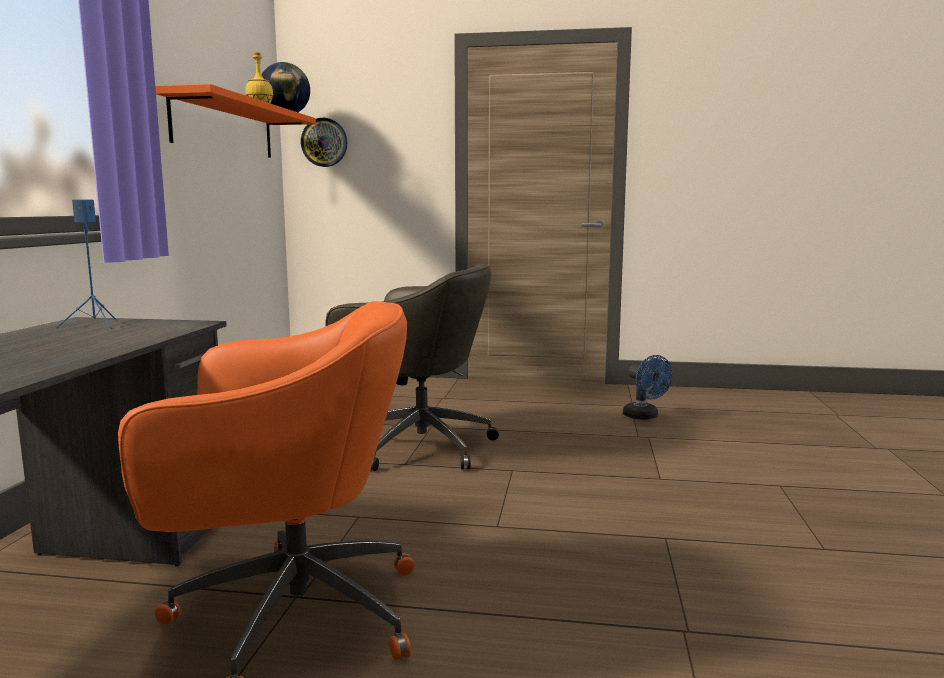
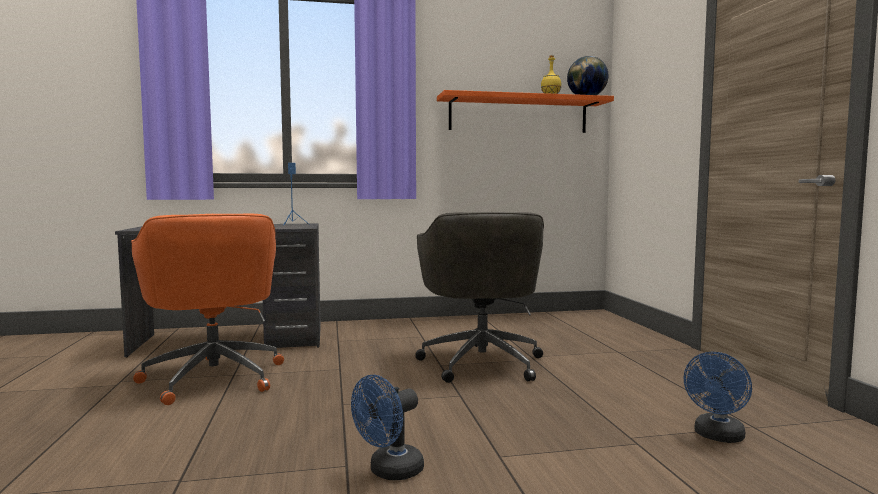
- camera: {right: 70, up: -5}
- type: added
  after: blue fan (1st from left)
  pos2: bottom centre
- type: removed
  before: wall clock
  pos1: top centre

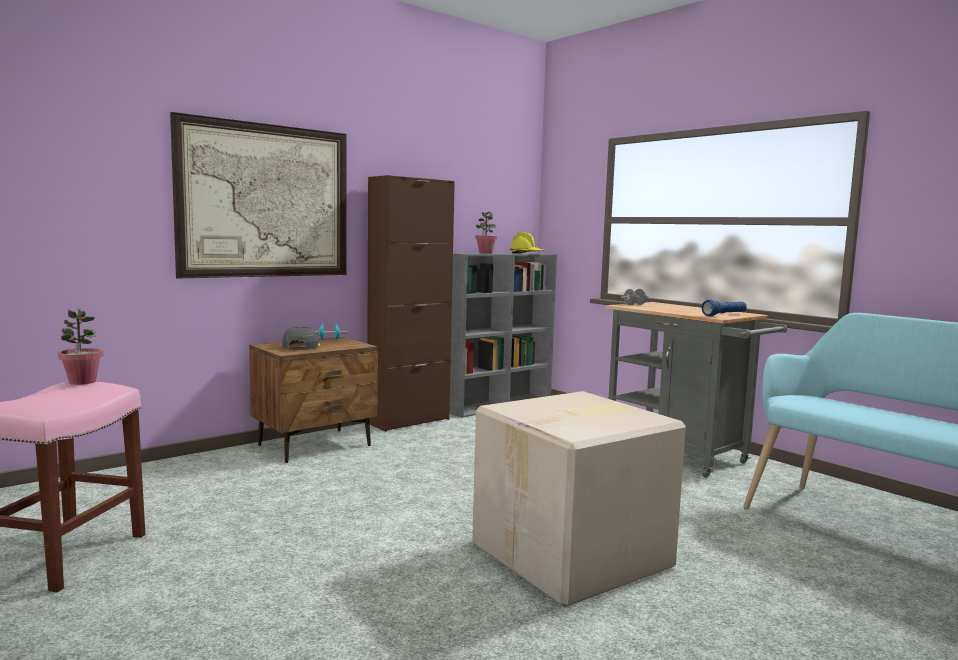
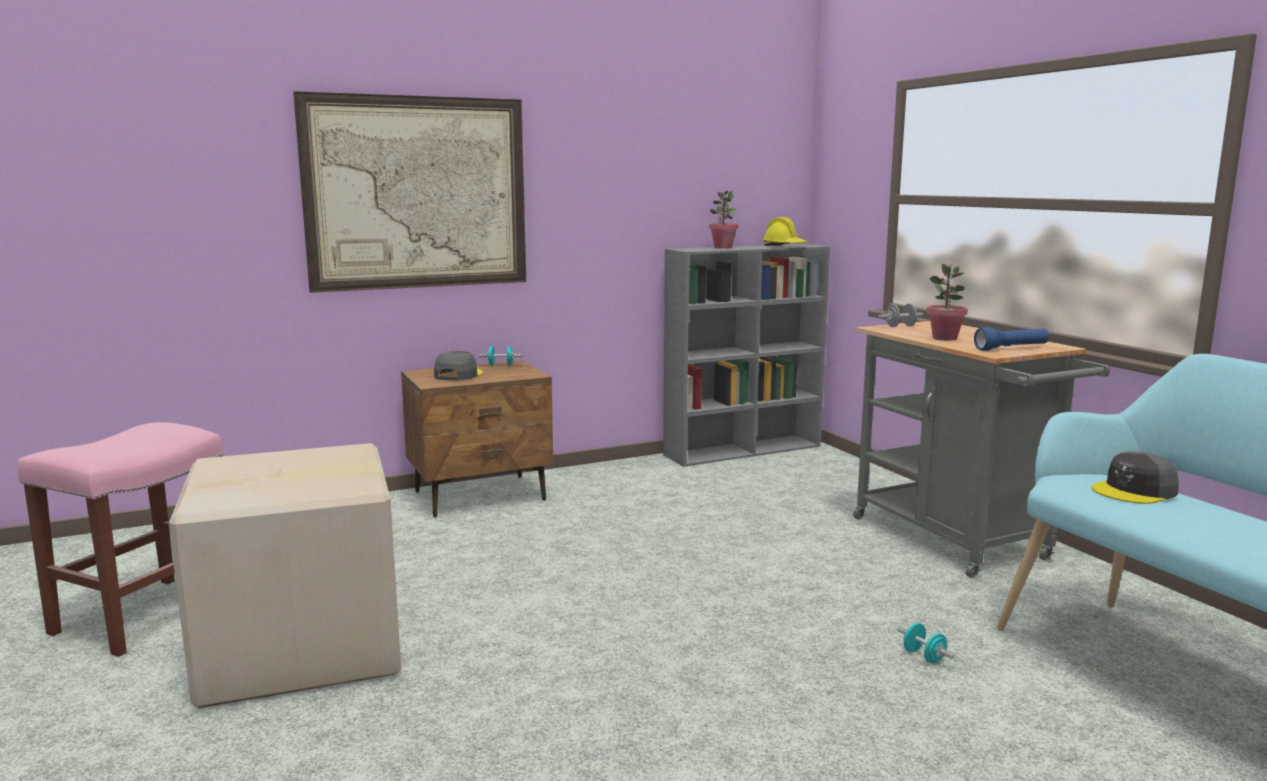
- camera: {right: 15, up: 5}
- type: moved
  before: cardboard box
  pos1: bottom centre
  pos2: bottom left
- type: added
  after: turquoise dumbbell (2nd from left)
  pos2: bottom right
- type: moved
  before: potted plant (1st from left in the first image)
  after: potted plant (2nd from left)
  pos1: middle left
  pos2: middle right
- type: added
  after: grey cap (2nd from left)
  pos2: middle right
- type: removed
  before: brown cabinet
  pos1: centre

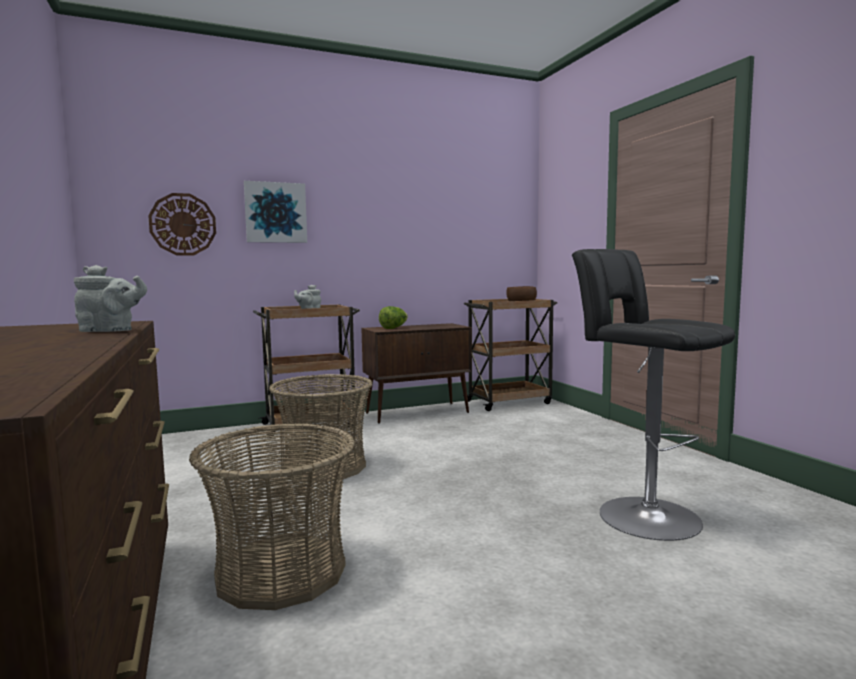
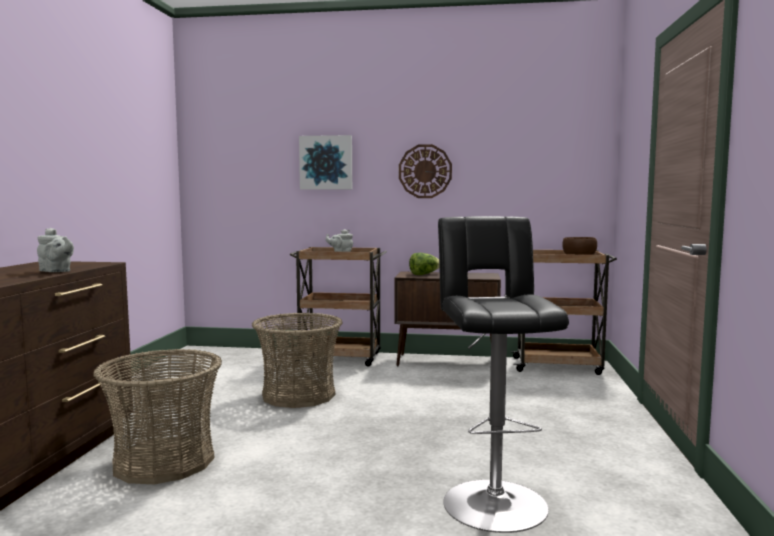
- camera: {right: 30, up: 0}
- type: moved
  before: wall clock
  pos1: top left
  pos2: top centre

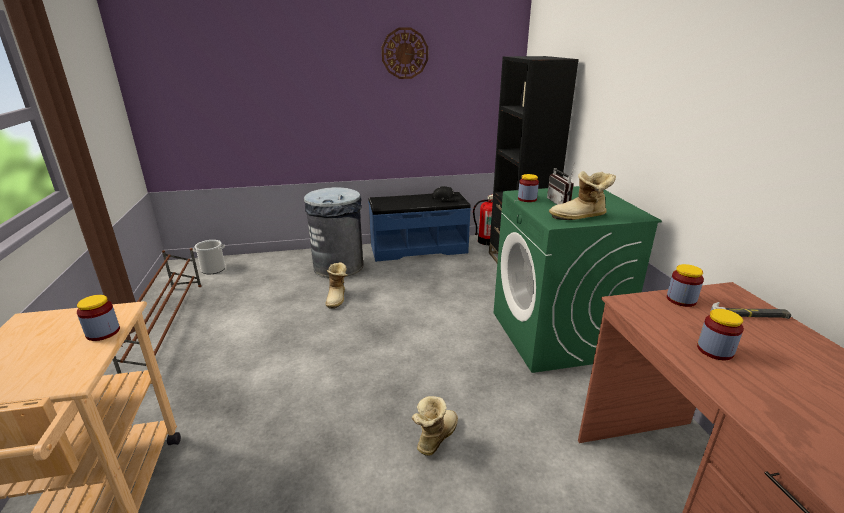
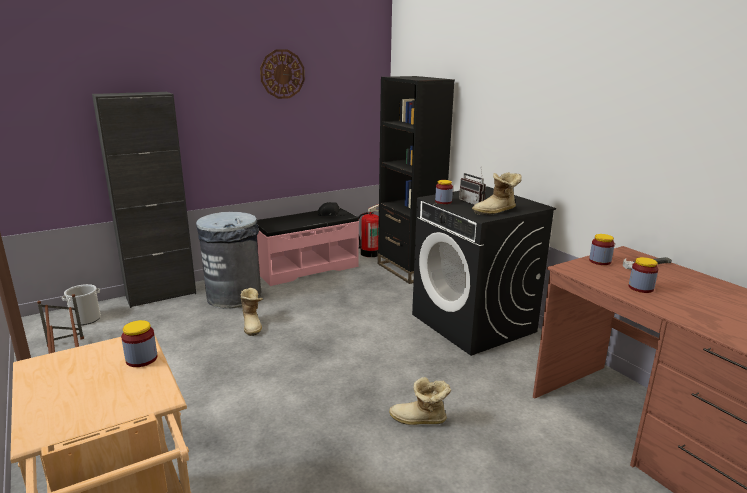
- camera: {right: -20, up: -5}
- type: added
  after: black cabinet
  pos2: middle left
- type: recoloured
  before: blue bench
  after: pink bench
  pos1: centre
  pos2: centre
- type: turned
  before: boot (2nd from left)
  pos1: bottom centre
  pos2: bottom centre
  turn: -90
- type: recoloured
  before: green washing machine
  after: black washing machine
  pos1: middle right
  pos2: centre

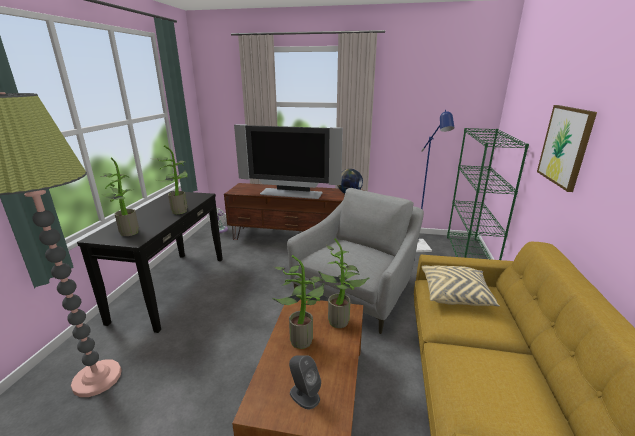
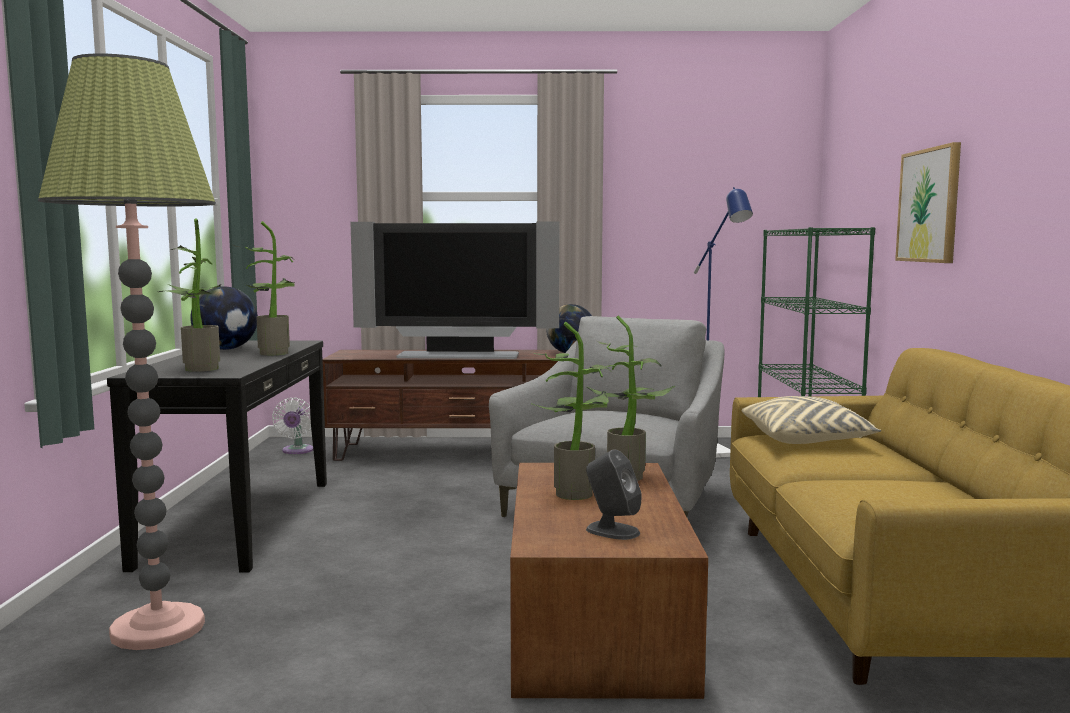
- camera: {right: -10, up: -15}
- type: added
  after: globe (1st from left)
  pos2: middle left

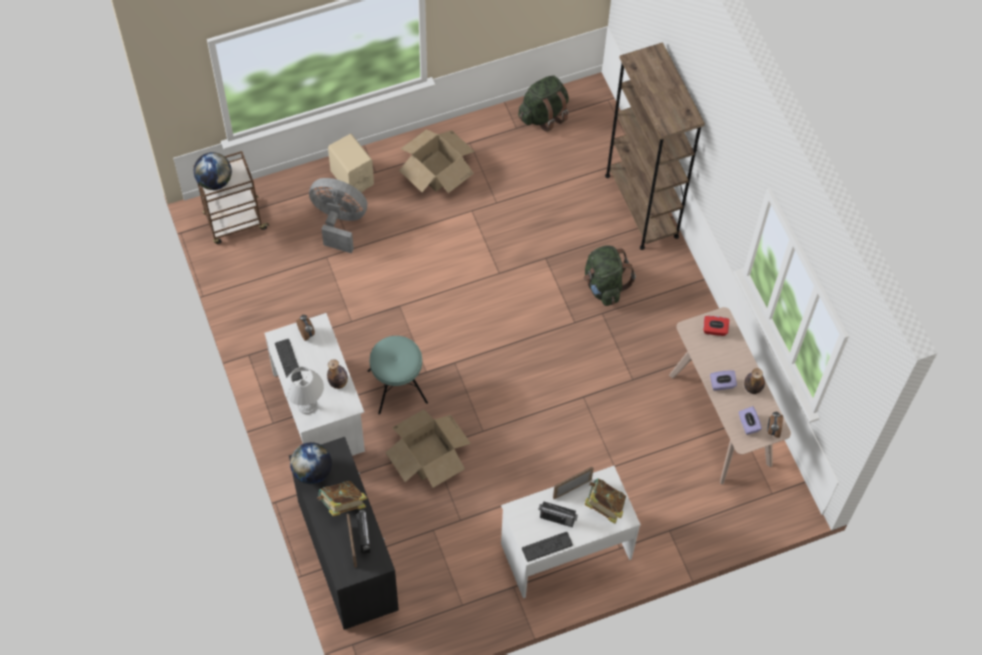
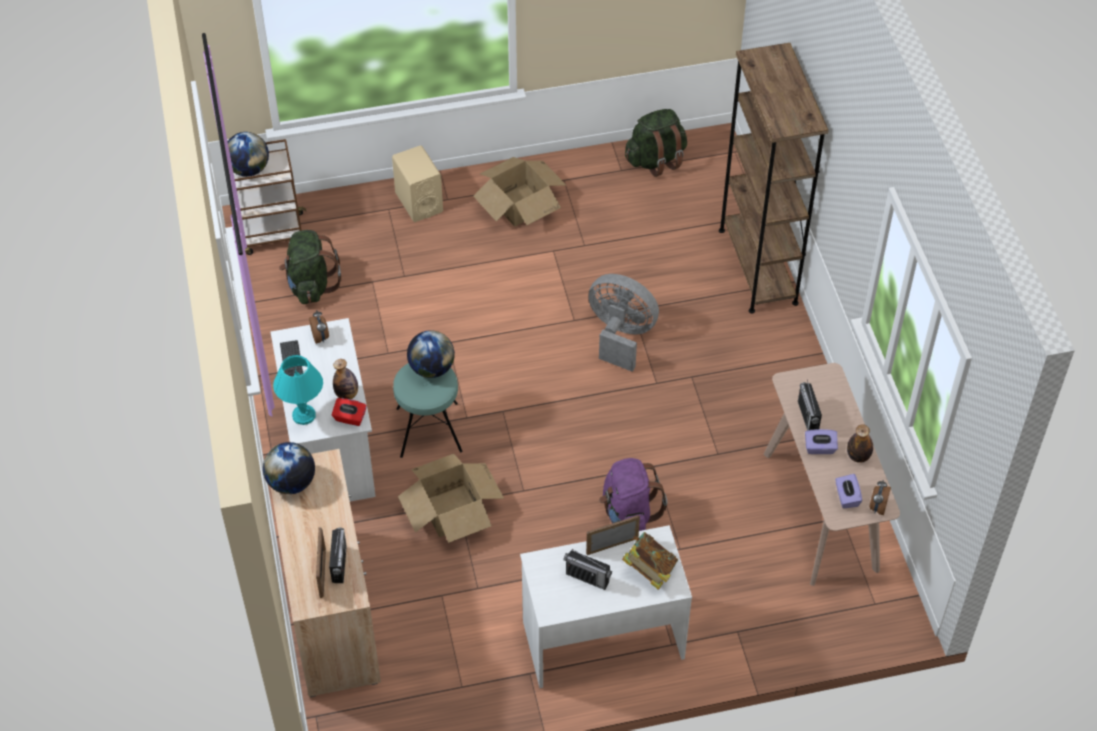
- camera: {right: 10, up: -10}
- type: recoloured
  before: black cabinet
  after: beige cabinet
  pos1: bottom centre
  pos2: bottom left
- type: recoloured
  before: white table lamp
  after: turquoise table lamp
  pos1: middle left
  pos2: middle left
- type: moved
  before: green backpack (2nd from left in the first image)
  after: green backpack (1st from left)
  pos1: centre
  pos2: middle left
- type: moved
  before: red tissue box
  pos1: middle right
  pos2: middle left
- type: added
  after: globe (3rd from left)
  pos2: centre
- type: moved
  before: grey fan
  pos1: top centre
  pos2: centre
- type: added
  after: purple backpack
  pos2: bottom centre
- type: added
  after: radio (3rd from left)
  pos2: middle right
- type: removed
  before: book (1st from left)
  pos1: bottom centre
- type: removed
  before: keyboard (2nd from left)
  pos1: bottom centre

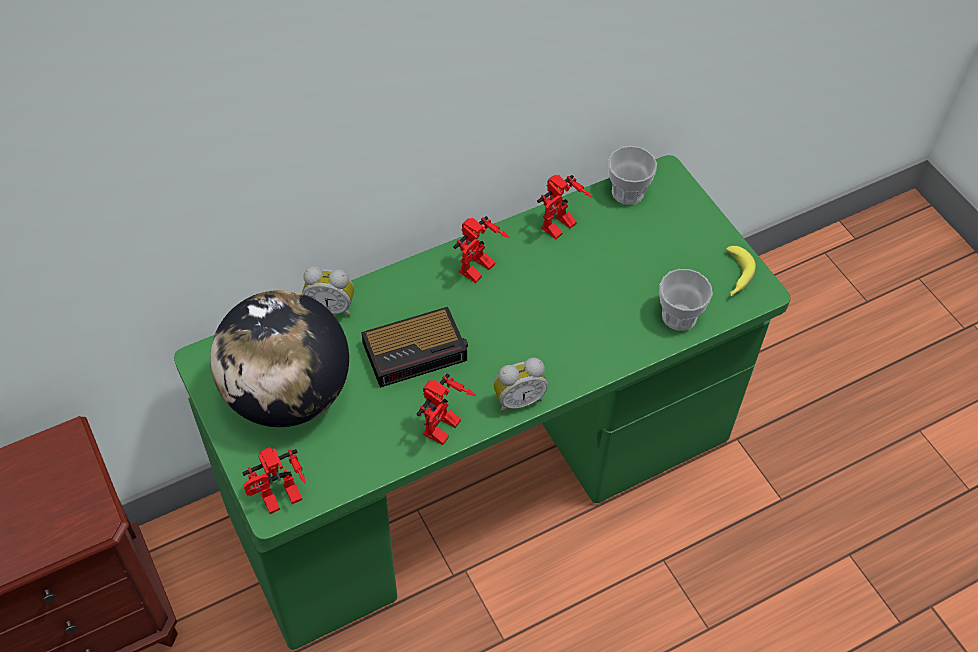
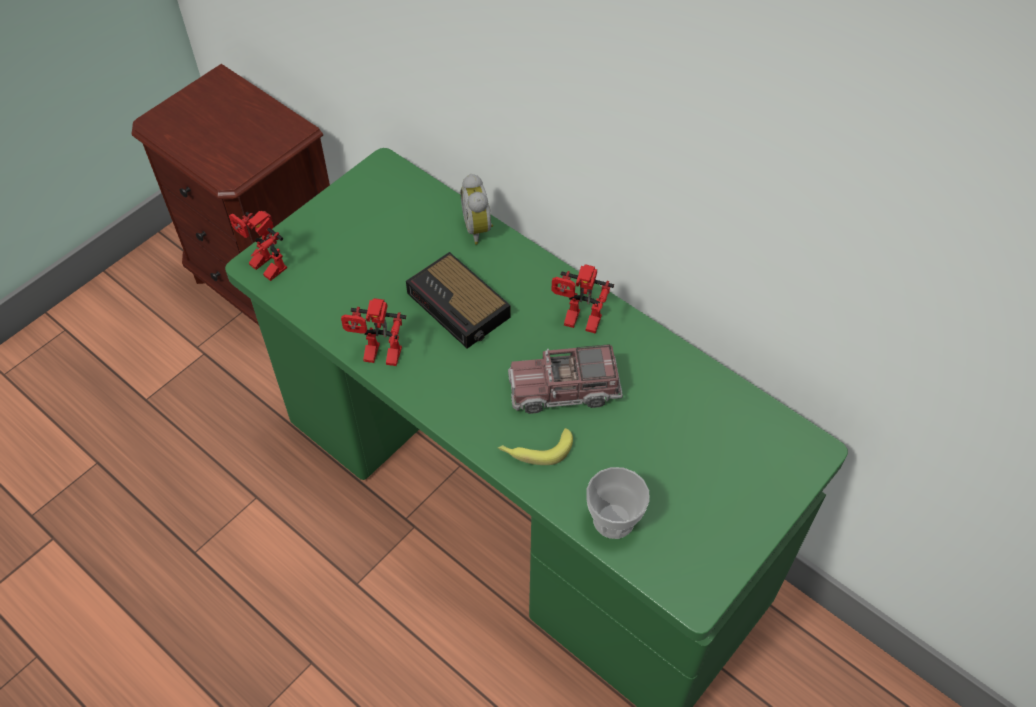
- camera: {right: 70, up: 0}
- type: moved
  before: banana
  pos1: middle right
  pos2: centre
- type: added
  after: toy truck
  pos2: centre
- type: removed
  before: globe
  pos1: middle left
- type: removed
  before: alarm clock (3rd from left)
  pos1: centre
- type: removed
  before: toy robot (4th from left)
  pos1: top centre
- type: removed
  before: cup (1st from left)
  pos1: top centre

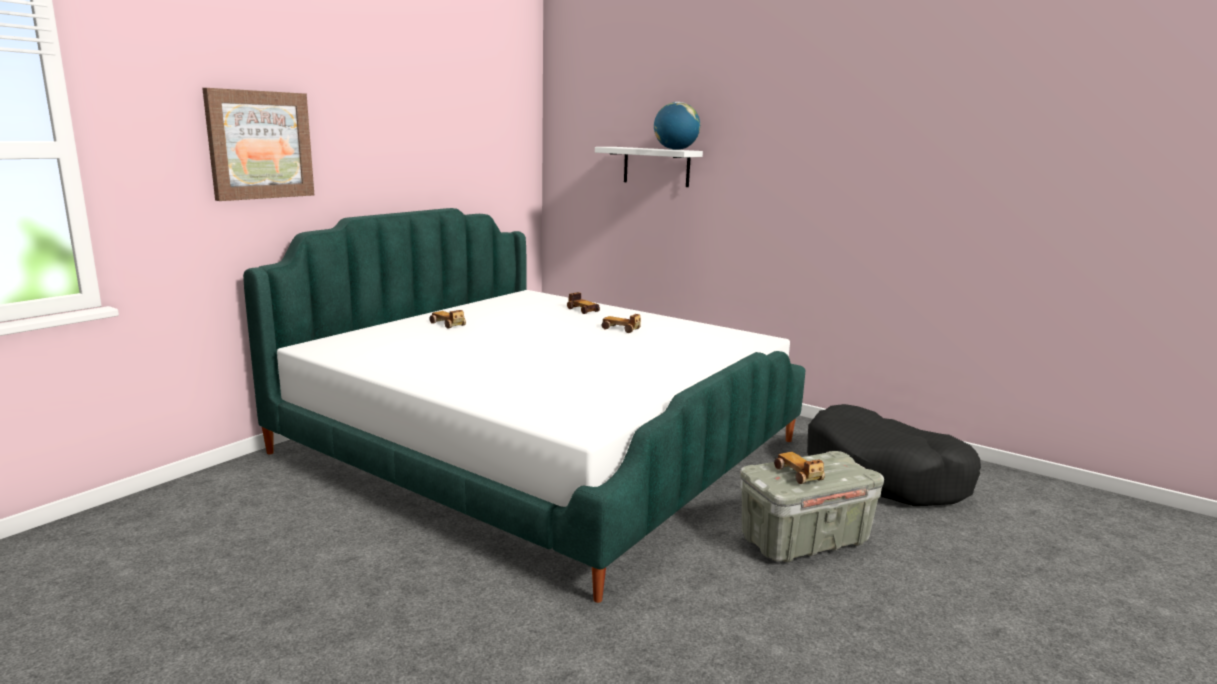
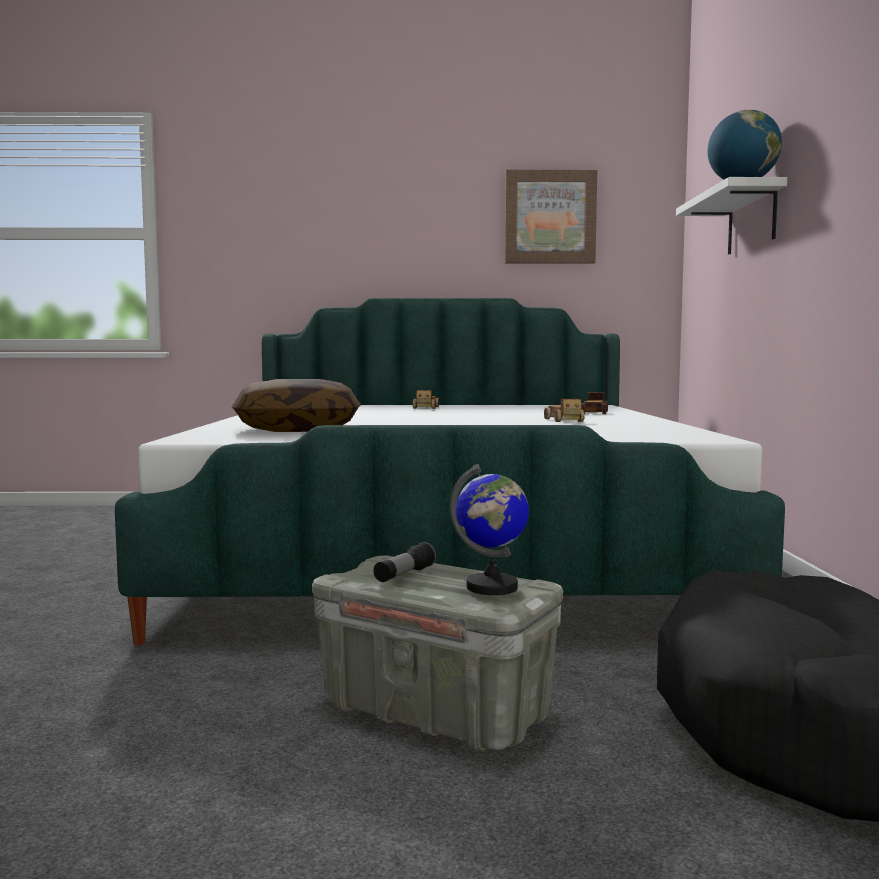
- camera: {right: 55, up: -10}
- type: added
  after: pillow
  pos2: centre
- type: replaced
  before: toy car (4th from left)
  after: flashlight
  pos1: bottom centre
  pos2: centre
- type: added
  after: globe (1st from left)
  pos2: centre
- type: moved
  before: picture
  pos1: top left
  pos2: top centre

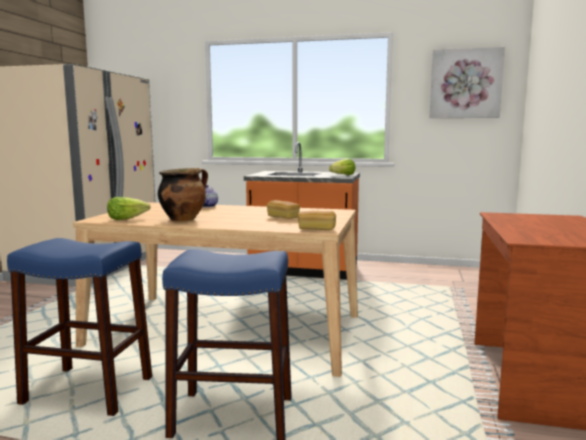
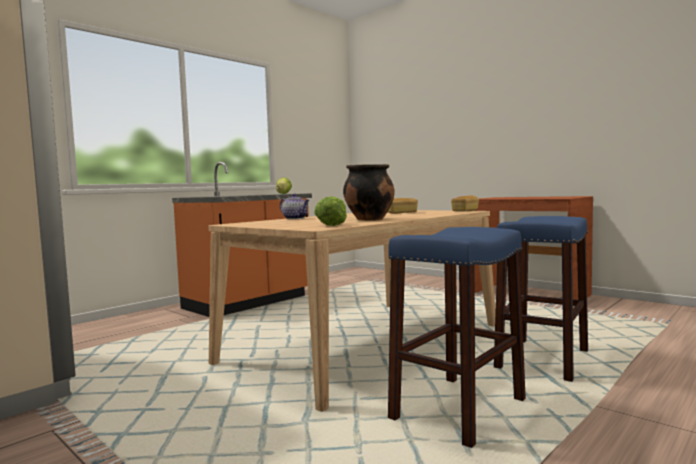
- camera: {right: -60, up: -5}
- type: removed
  before: picture
  pos1: top right

